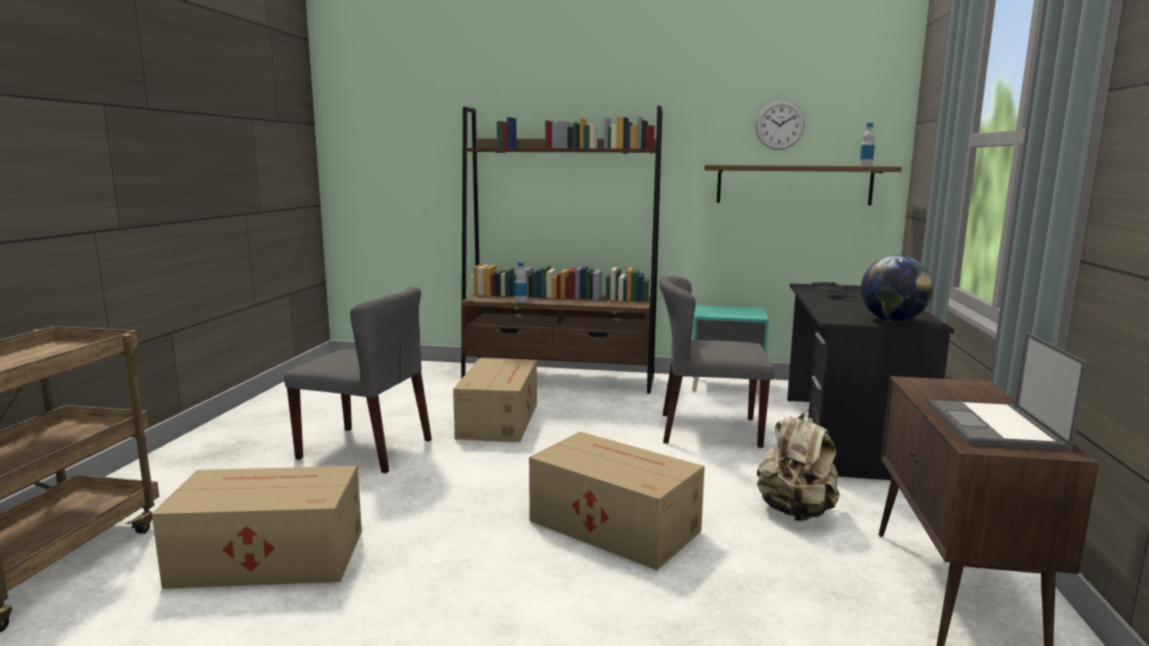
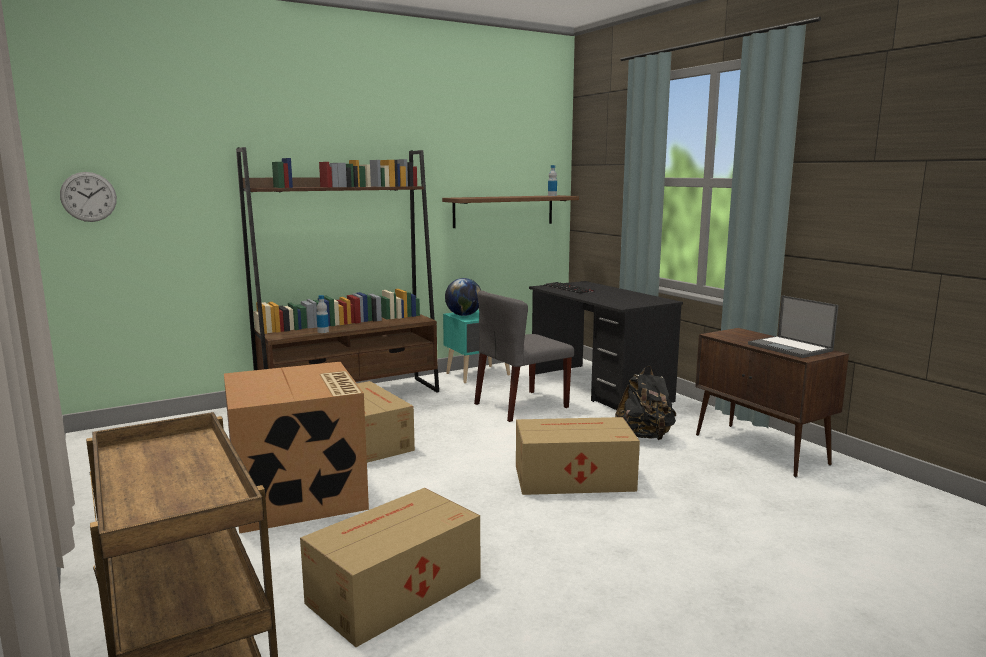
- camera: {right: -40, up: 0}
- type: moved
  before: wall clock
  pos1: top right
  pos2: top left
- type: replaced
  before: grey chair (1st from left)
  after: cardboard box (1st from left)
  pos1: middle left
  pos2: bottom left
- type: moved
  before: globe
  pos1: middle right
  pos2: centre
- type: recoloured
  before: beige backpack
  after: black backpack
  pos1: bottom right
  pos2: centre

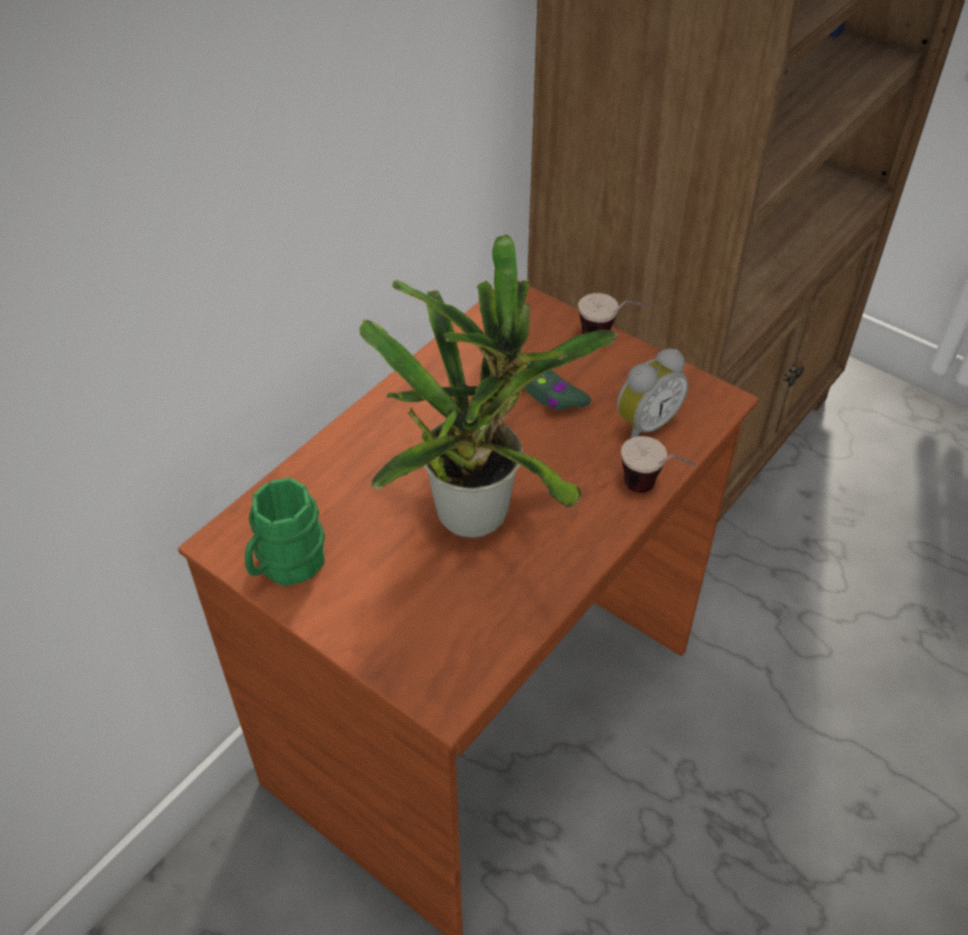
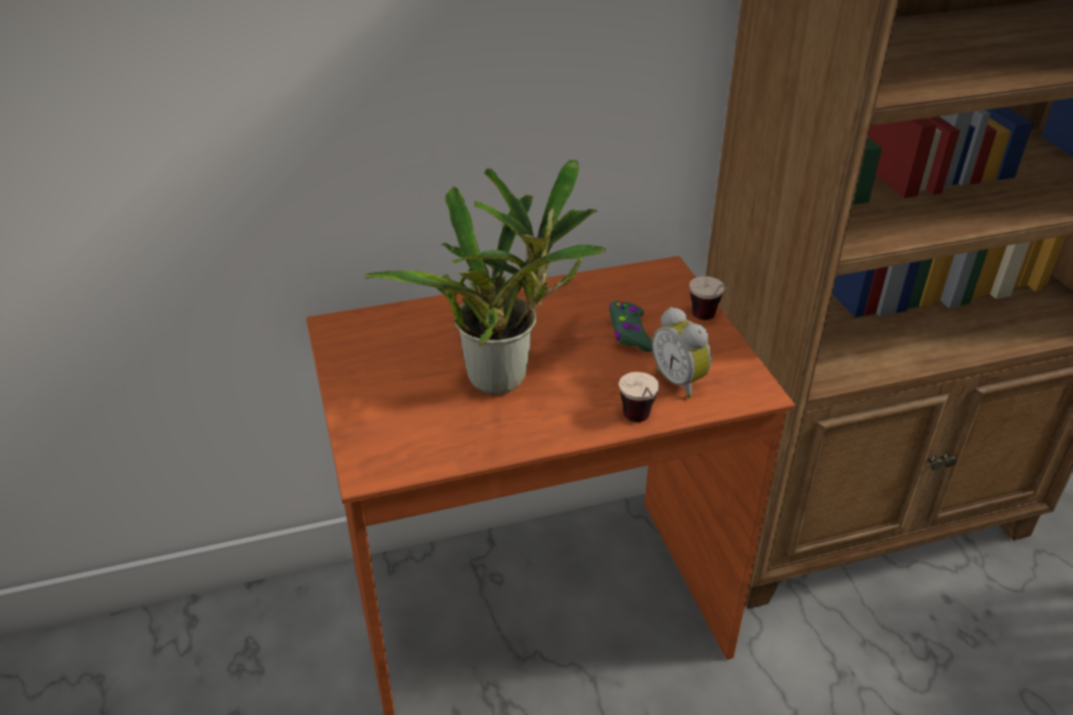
- camera: {right: 35, up: -10}
- type: turned
  before: alarm clock
  pos1: middle right
  pos2: centre
  turn: 60
- type: removed
  before: green mug
  pos1: middle left

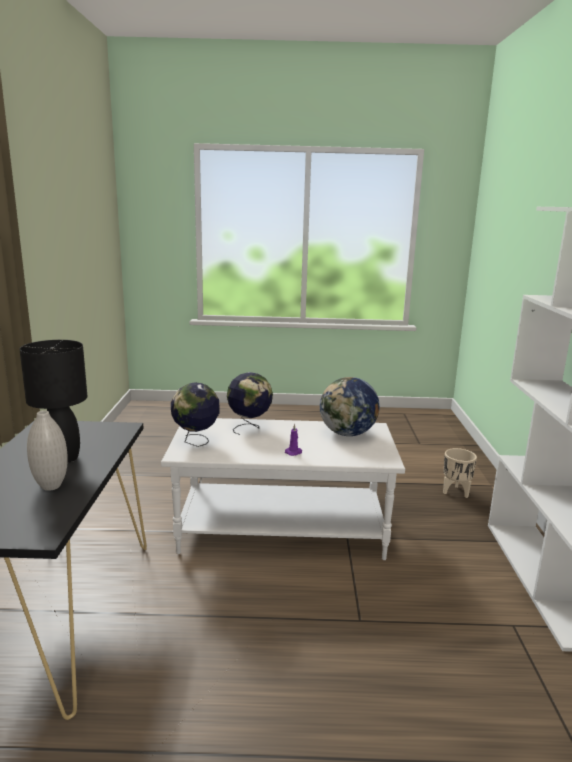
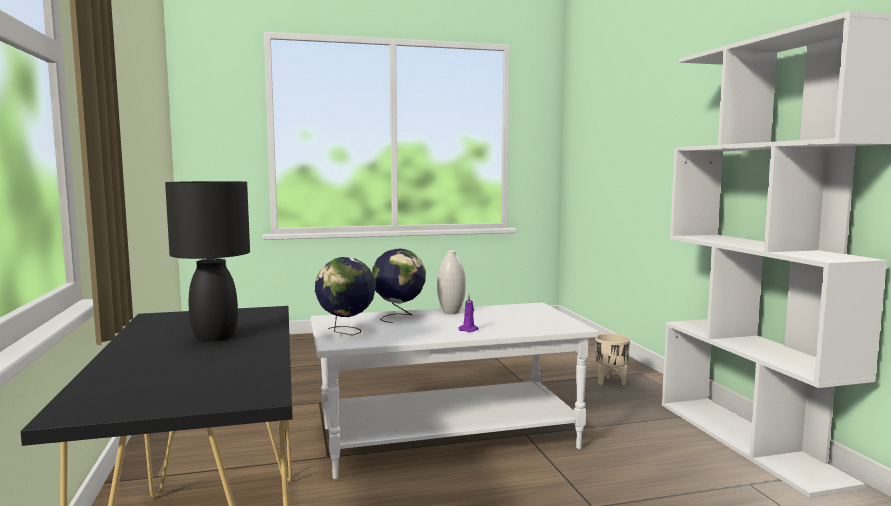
- camera: {right: -15, up: -10}
- type: moved
  before: white vase
  pos1: middle left
  pos2: centre
- type: removed
  before: globe (3rd from left)
  pos1: centre

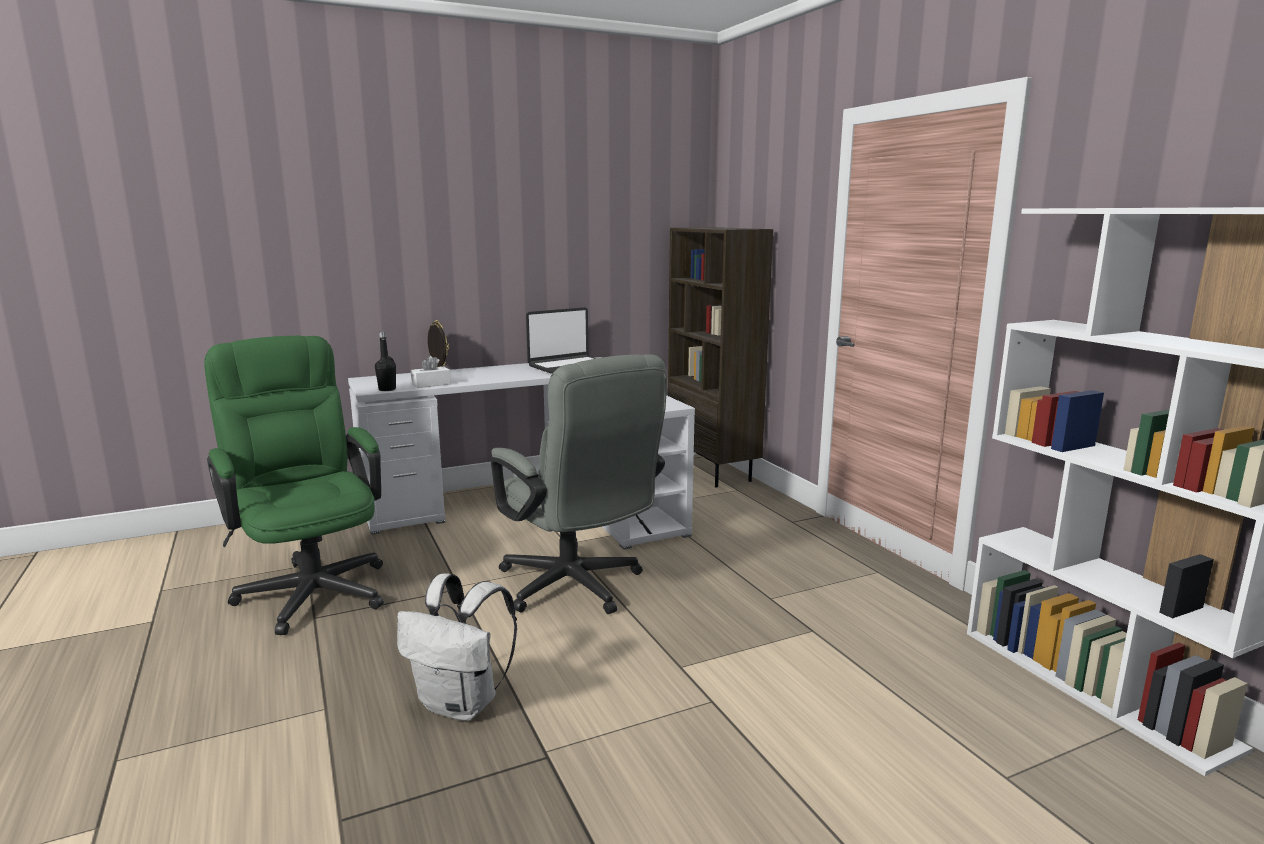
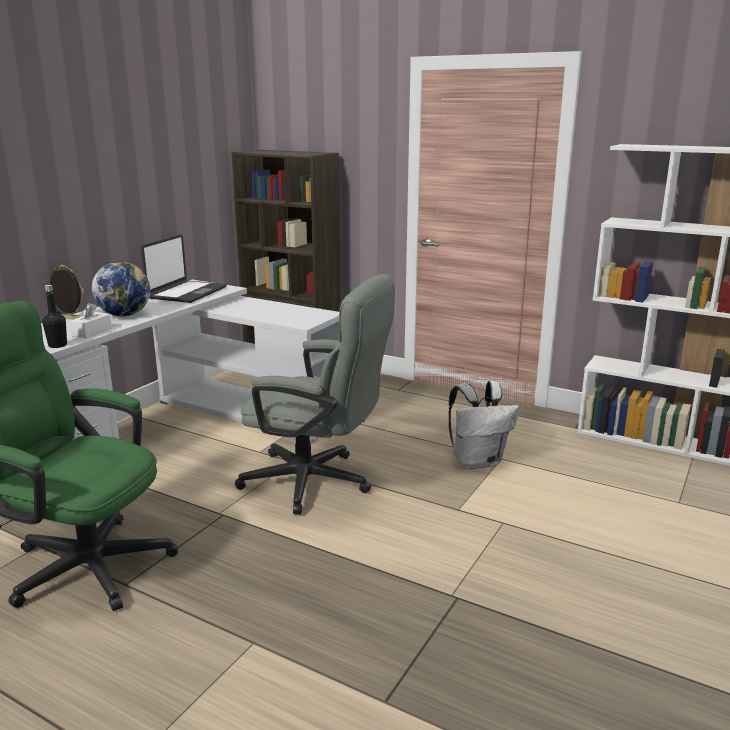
- camera: {right: -35, up: 5}
- type: added
  after: globe
  pos2: middle left
- type: moved
  before: white backpack
  pos1: bottom centre
  pos2: centre

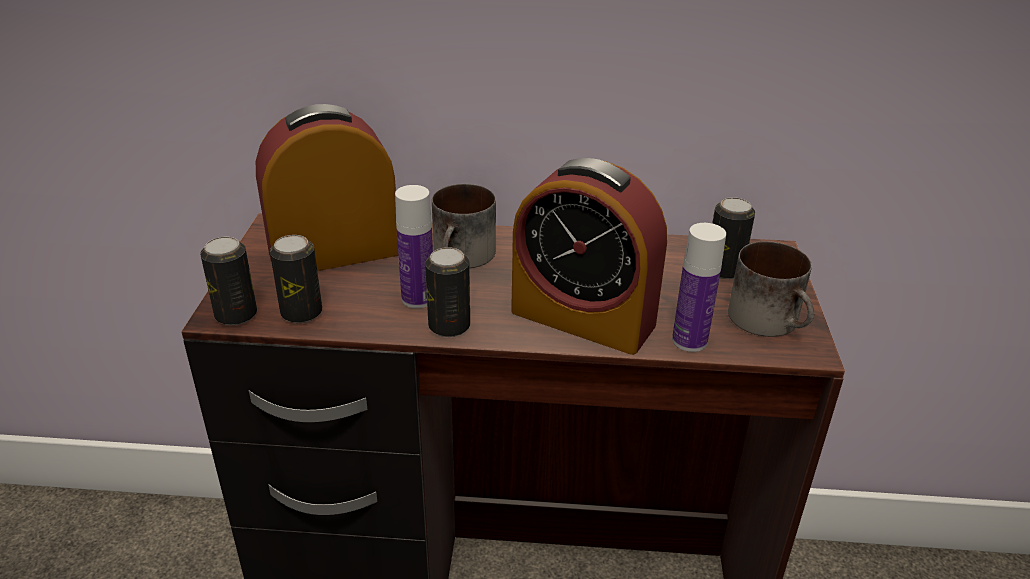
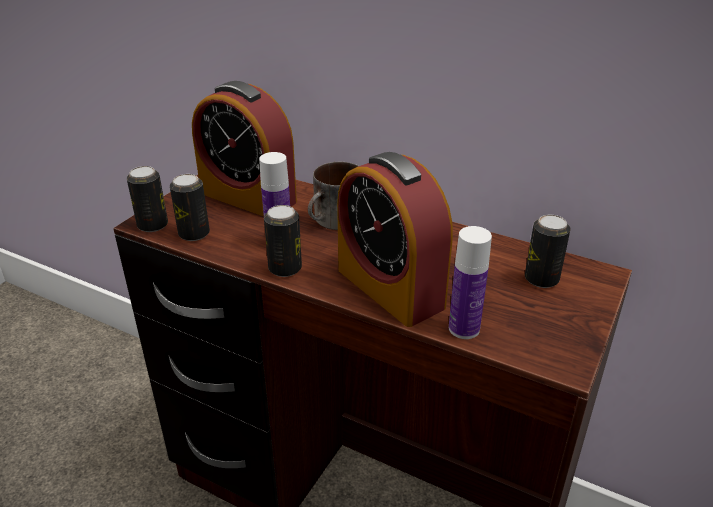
- camera: {right: 25, up: 0}
- type: turned
  before: alarm clock (1st from left)
  pos1: top left
  pos2: top centre
  turn: -150
- type: removed
  before: mug (2nd from left)
  pos1: middle right

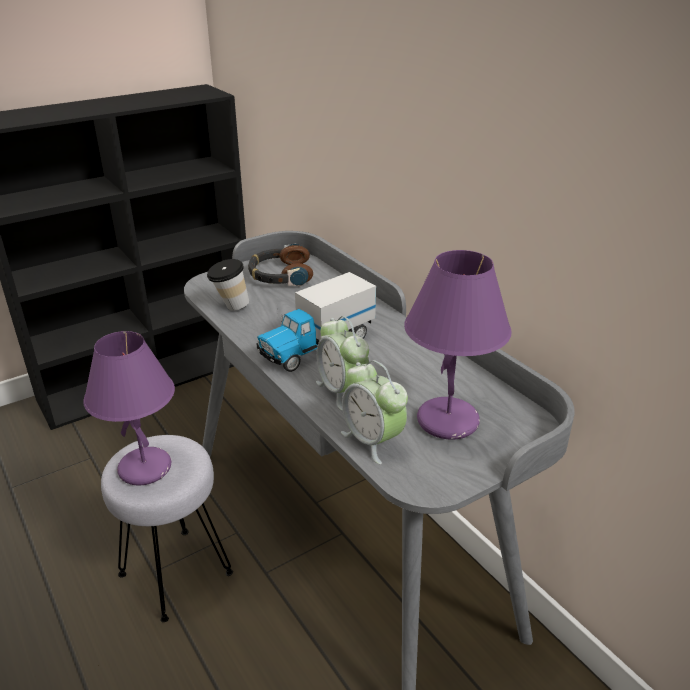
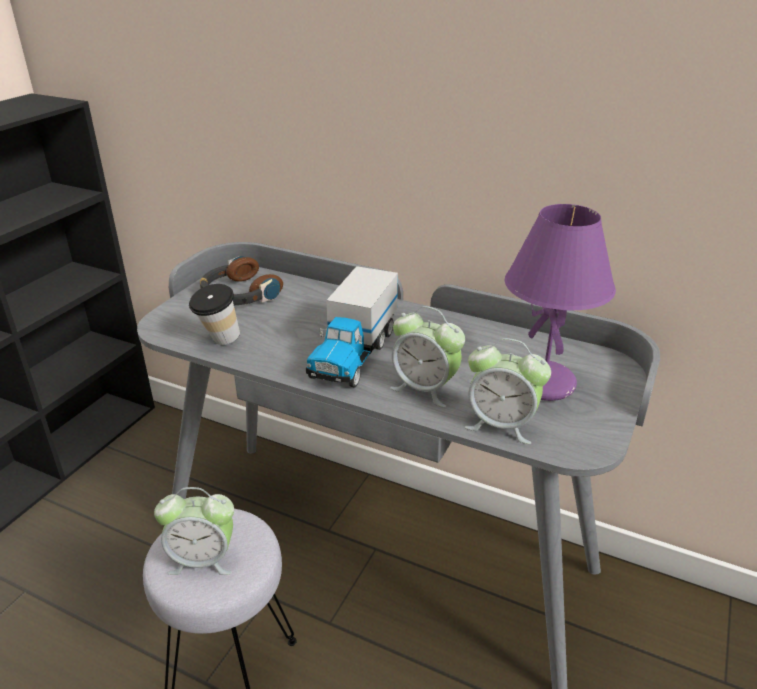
- camera: {right: -30, up: 0}
- type: replaced
  before: purple table lamp (1st from left)
  after: alarm clock (1st from left)
  pos1: middle left
  pos2: bottom left

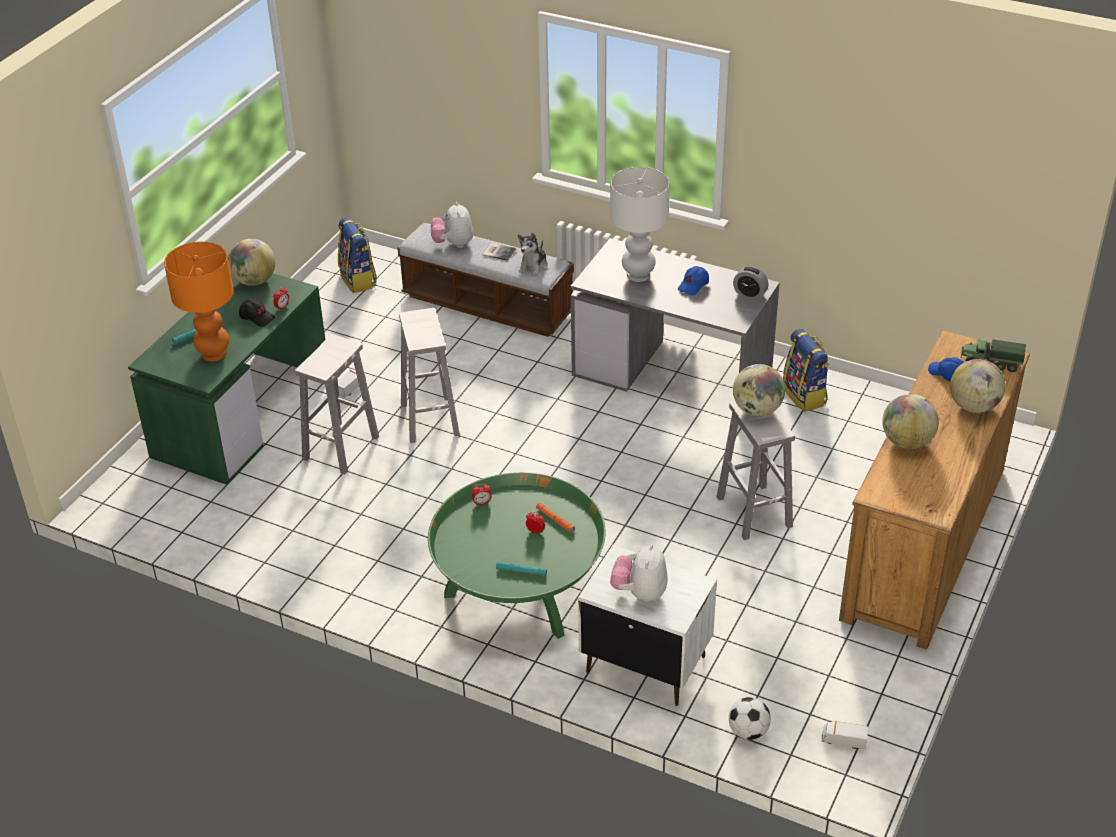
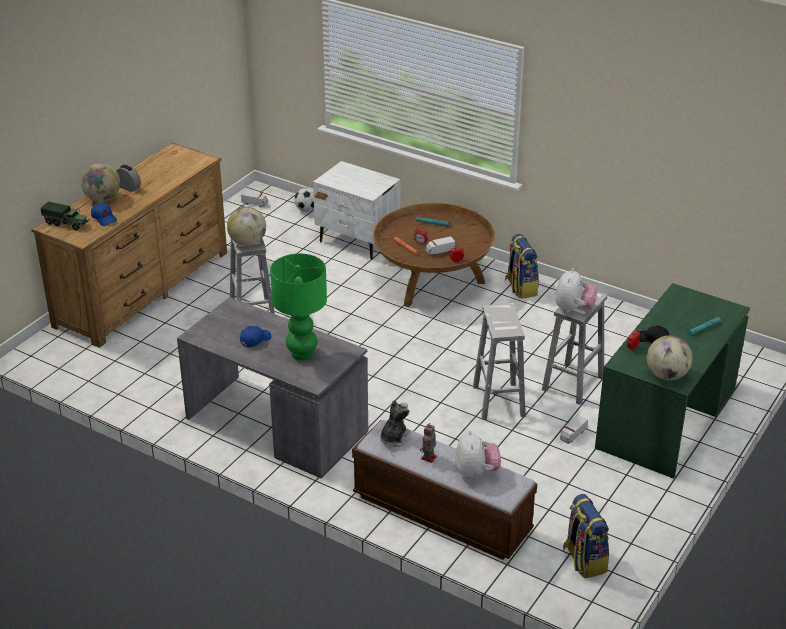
- camera: {right: -175, up: -5}
- type: moved
  before: alarm clock (4th from left in the first image)
  after: alarm clock (1st from left)
  pos1: middle right
  pos2: top left
- type: recoloured
  before: white table lamp
  after: green table lamp
  pos1: top centre
  pos2: centre
- type: recoloured
  before: green coffee table
  after: brown coffee table
  pos1: centre
  pos2: centre
- type: replaced
  before: book
  after: toy robot
  pos1: top centre
  pos2: bottom centre
- type: added
  after: toy truck (3rd from left)
  pos2: centre
- type: moved
  before: backpack (2nd from left in the first image)
  after: backpack (1st from left)
  pos1: middle right
  pos2: centre
- type: moved
  before: plush toy (3rd from left)
  pos1: bottom centre
  pos2: middle right
- type: removed
  before: orange table lamp
  pos1: middle left
- type: removed
  before: globe (3rd from left)
  pos1: middle right

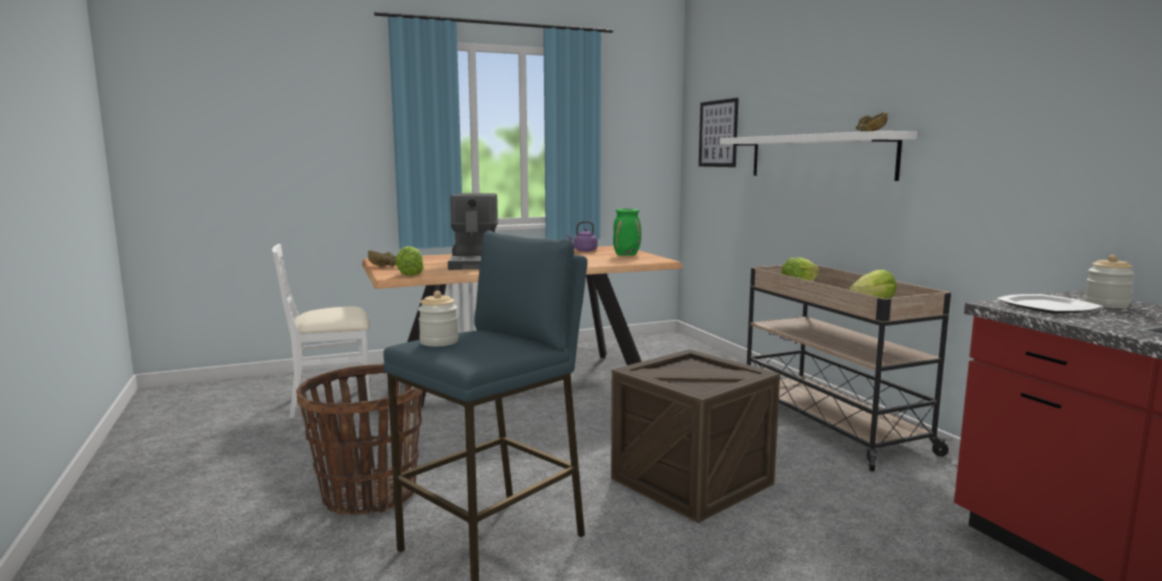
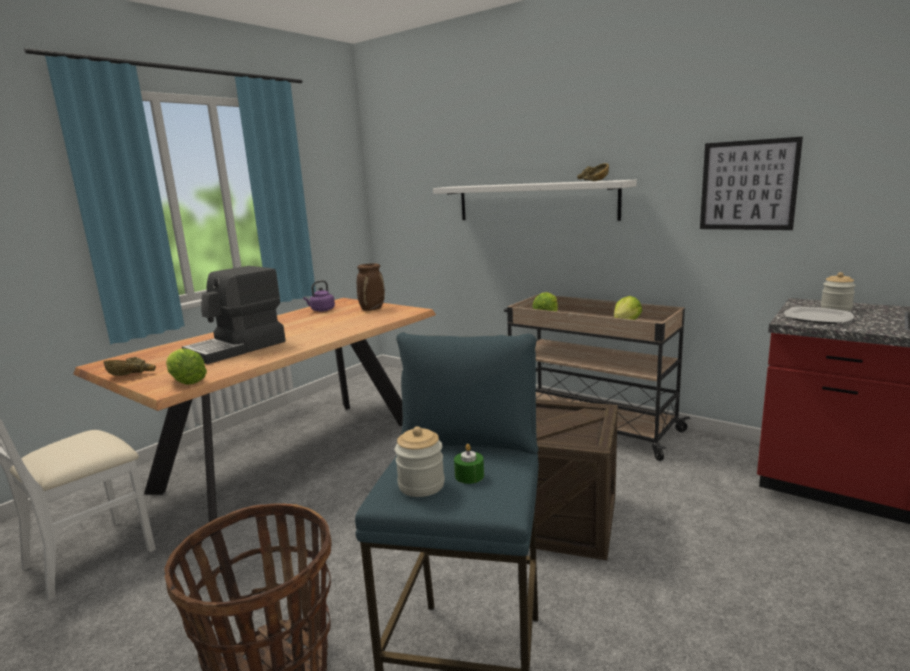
- camera: {right: -30, up: 5}
- type: turned
  before: coffee machine
  pos1: centre
  pos2: middle left
  turn: 75
- type: recoloured
  before: green vase
  after: brown vase
  pos1: centre
  pos2: centre
- type: added
  after: green candle
  pos2: bottom centre
- type: moved
  before: picture
  pos1: top centre
  pos2: top right

